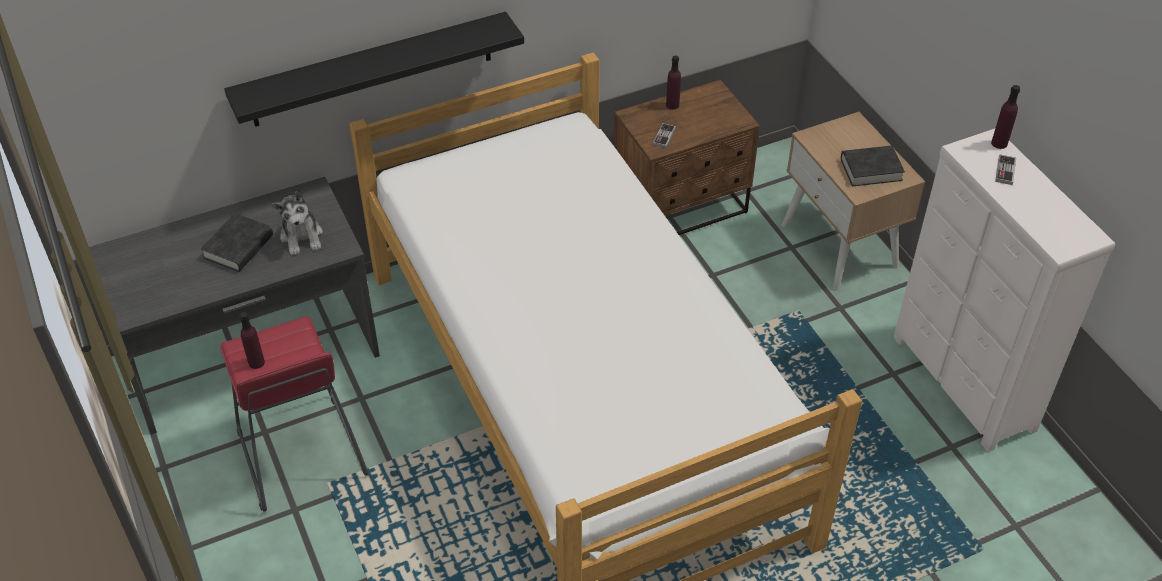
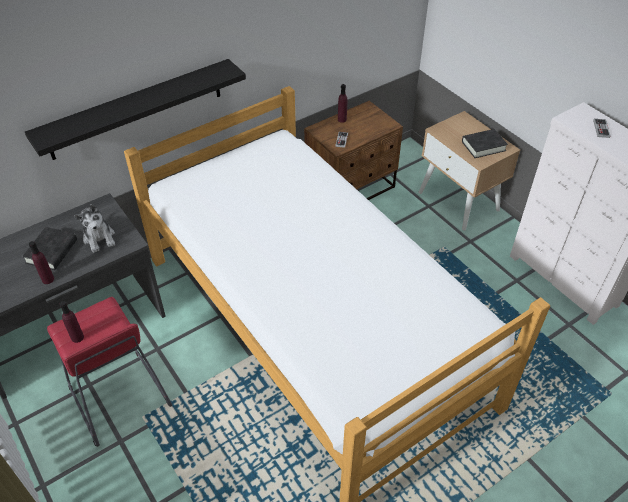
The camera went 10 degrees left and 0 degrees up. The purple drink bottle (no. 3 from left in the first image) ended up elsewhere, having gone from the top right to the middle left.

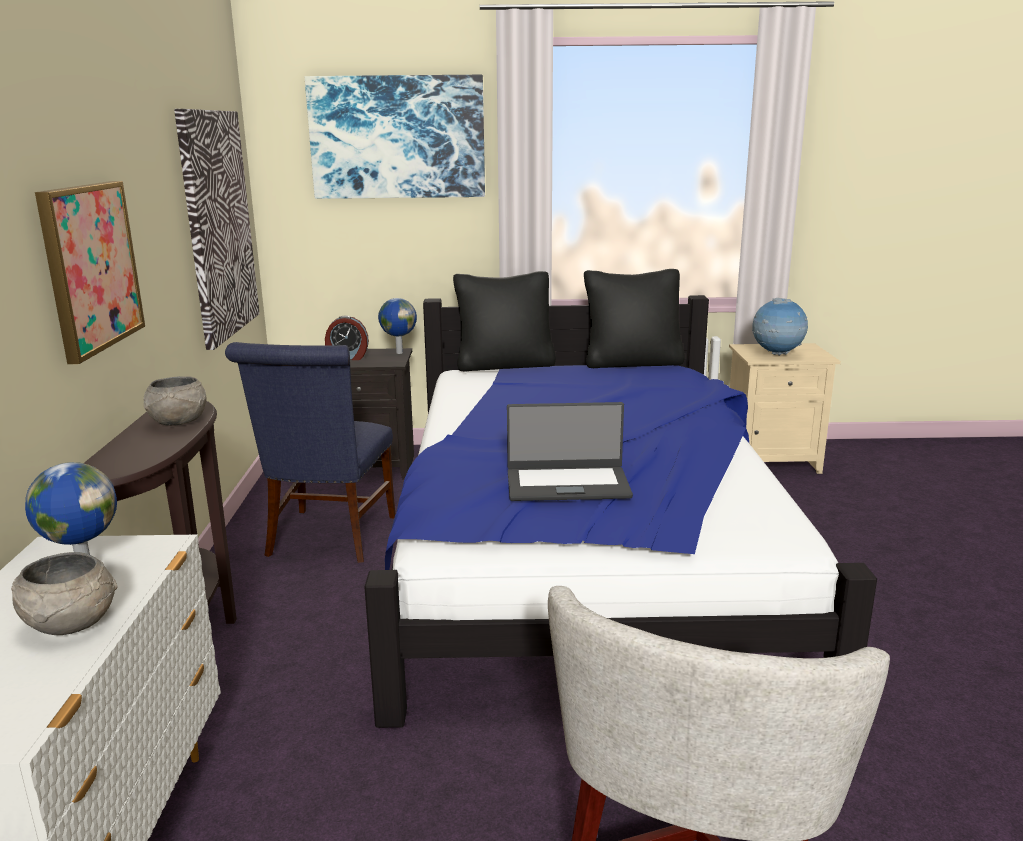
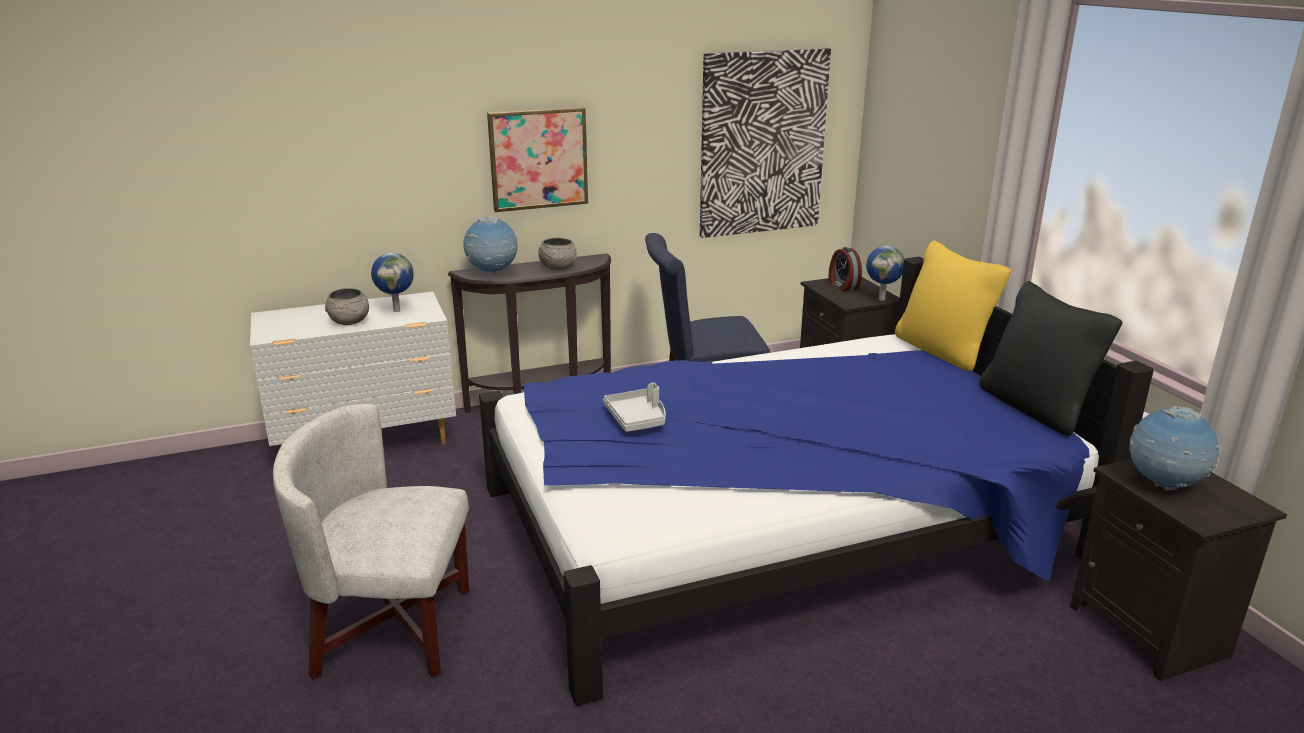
The camera went 70 degrees right and 5 degrees up. The second view lost the picture (no. 3 from left) at the top centre. What was the black-coloured throw pillow (no. 1 from left) at the centre turned into the yellowish throw pillow at the middle right. What was the beige-coloured night table at the middle right turned into the black-coloured night table (no. 2 from left) at the bottom right. Where the portable computer stood at the centre, the grey serving tray came to stand at the centre. The second view gained the desk globe (no. 2 from left) at the centre.

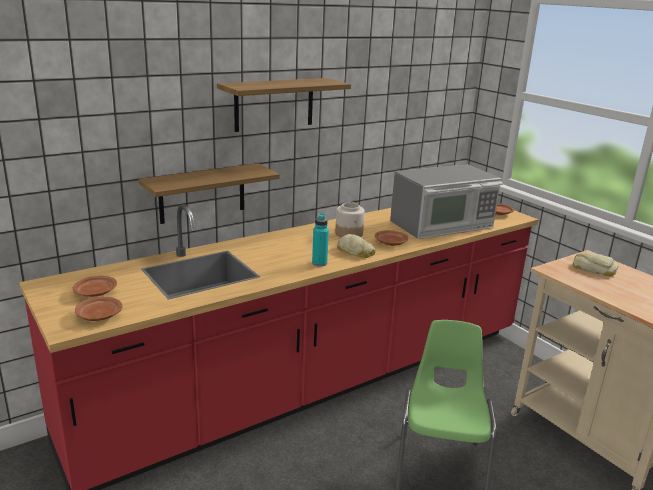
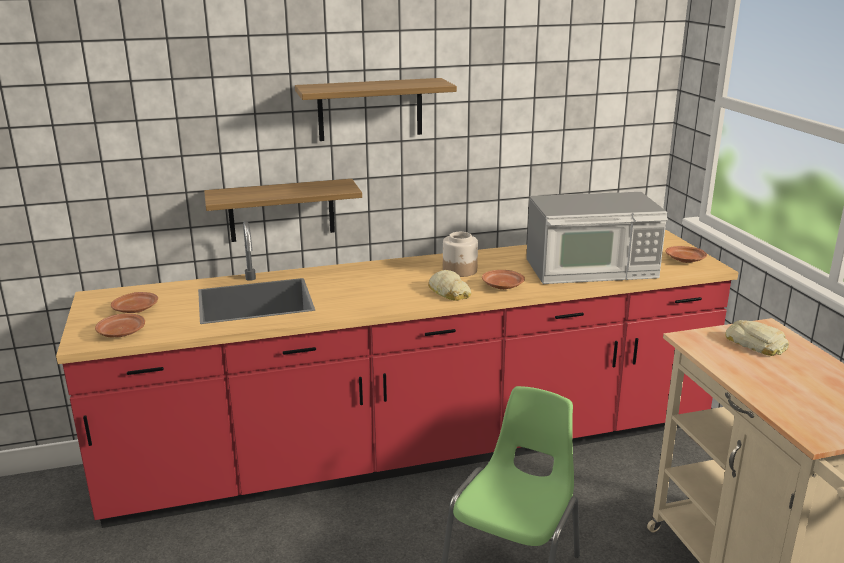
The camera went 20 degrees right and 0 degrees up. The second view lost the turquoise drink bottle at the centre.

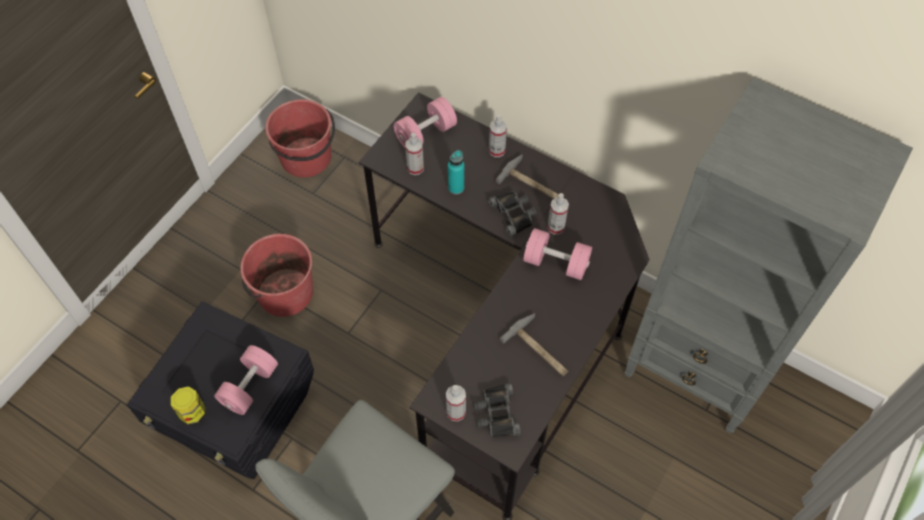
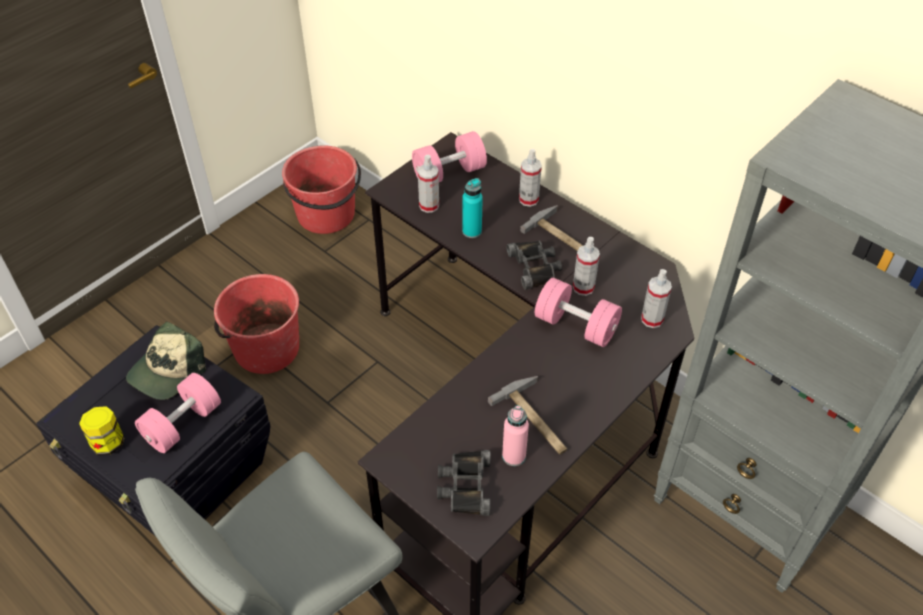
The camera went 10 degrees right and 10 degrees down. The spray bottle (no. 2 from left in the first image) ended up elsewhere, having gone from the bottom centre to the middle right. The second view gained the baseball cap at the middle left. The second view gained the pinkish drink bottle at the bottom centre.

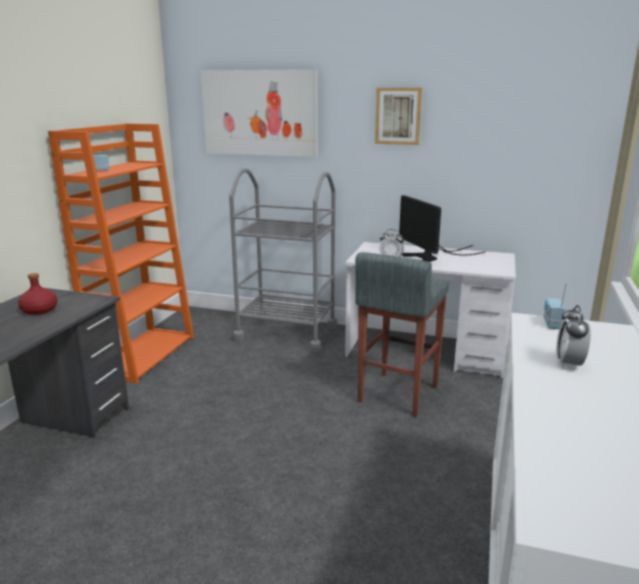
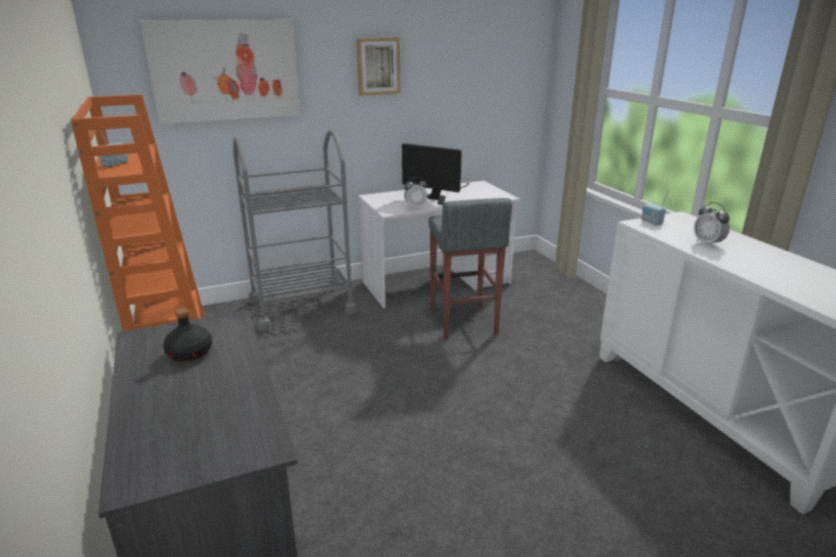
The camera went 40 degrees left and 5 degrees up. What was the red-coloured drink bottle at the middle left turned into the black-coloured drink bottle at the middle left.

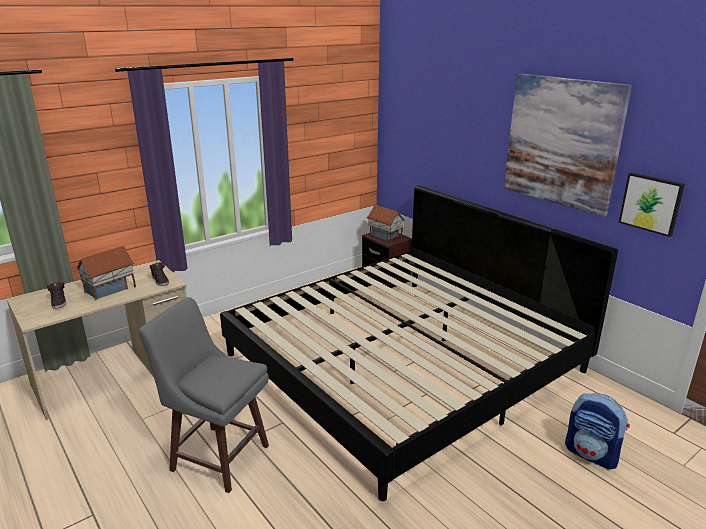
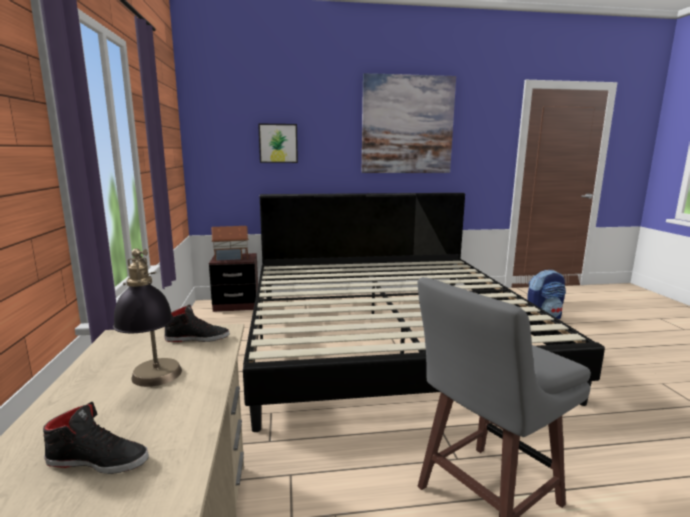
The camera went 60 degrees left and 10 degrees down. The picture (no. 2 from left in the first image) ended up elsewhere, having gone from the middle right to the top centre. Where the model house (no. 1 from left) stood at the middle left, the lamp for a table came to stand at the middle left.

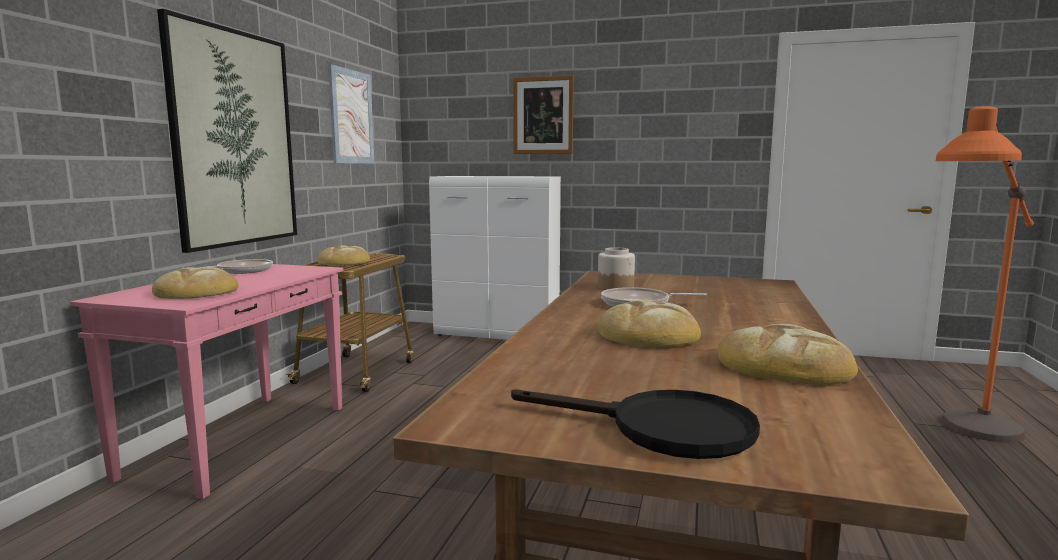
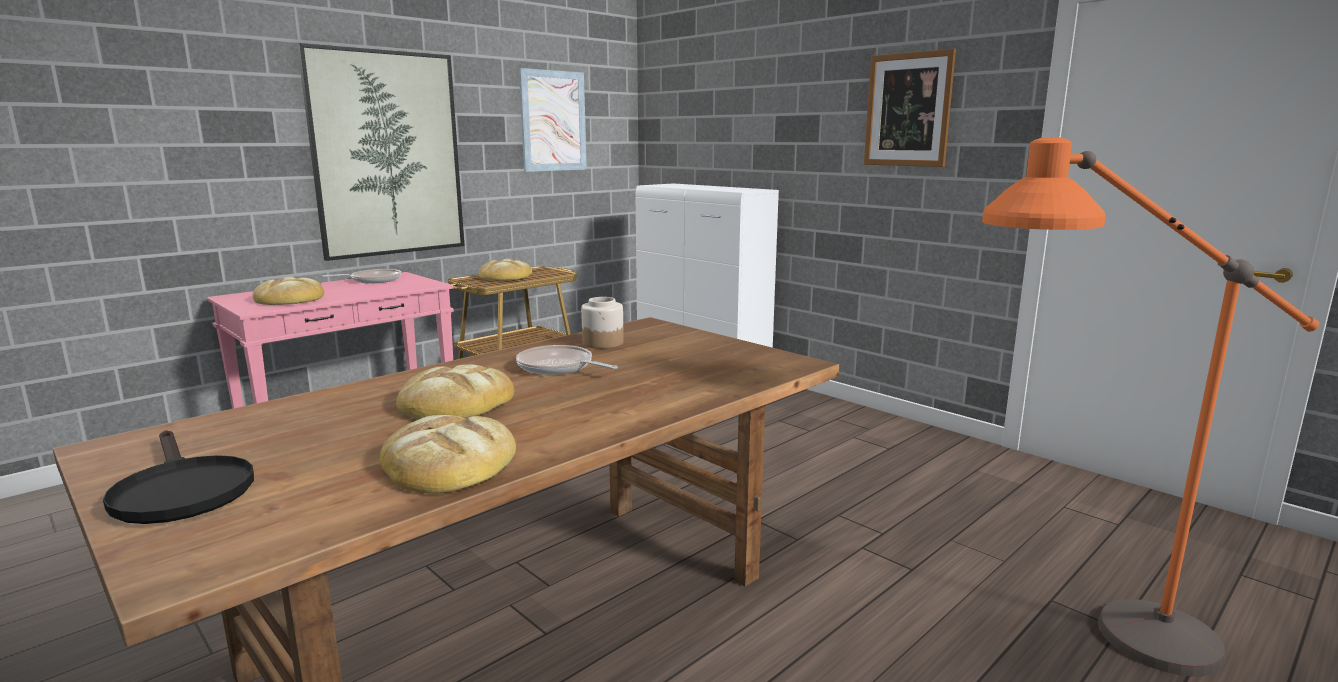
The camera went 30 degrees right and 5 degrees up. The picture (no. 3 from left) ended up elsewhere, having gone from the top centre to the top right.

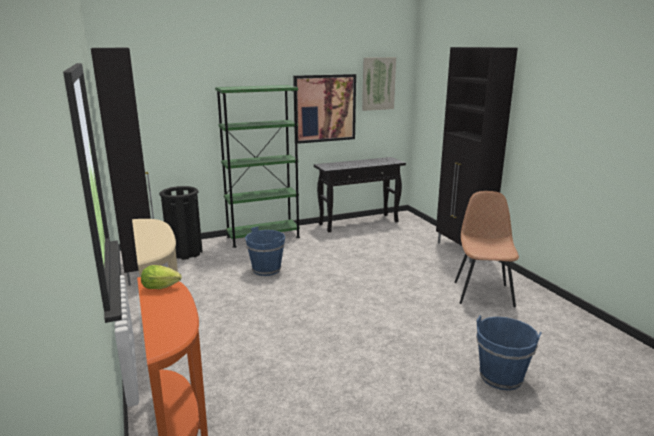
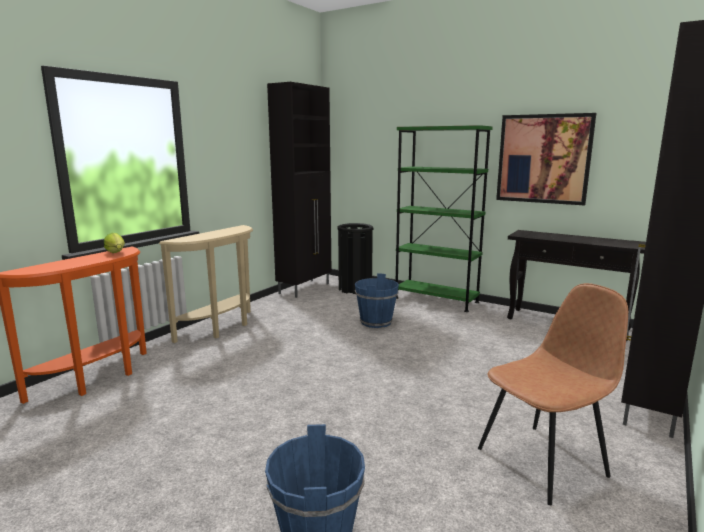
The camera went 55 degrees right and 5 degrees down. The second view lost the picture (no. 2 from left) at the top centre.

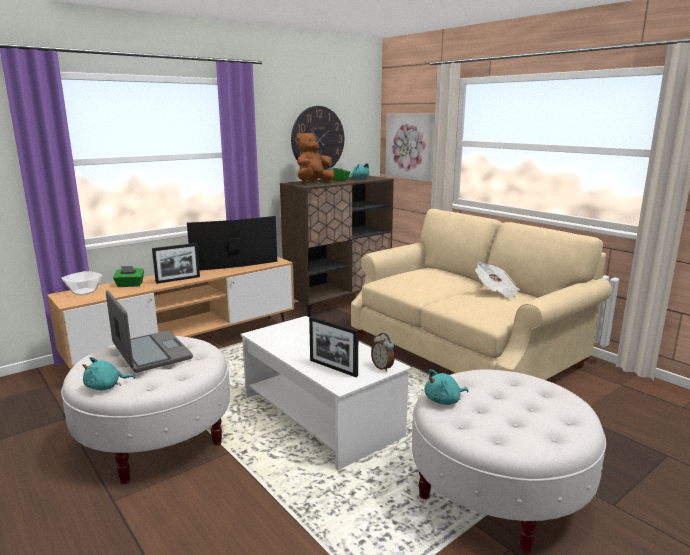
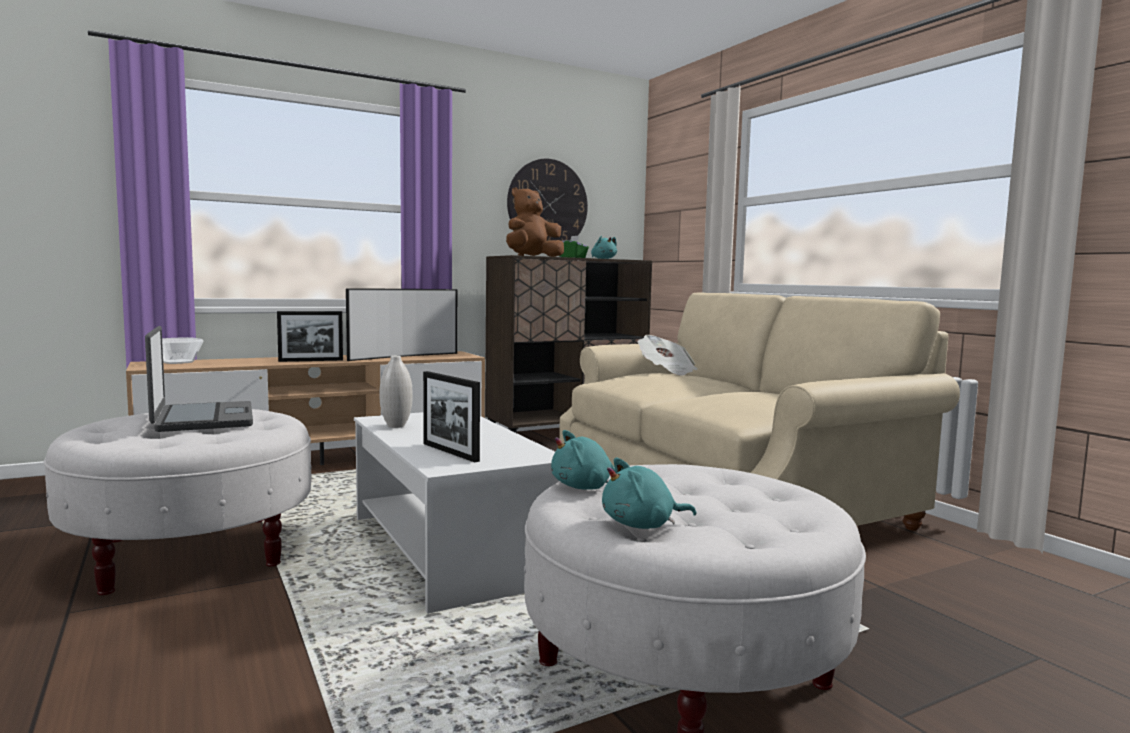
The camera went 10 degrees right and 10 degrees down. The second view lost the picture at the top centre. The TV set at the centre ended up facing another way, 150 degrees clockwise from before. The daily paper ended up elsewhere, having gone from the middle right to the centre. The second view lost the green-coloured tissue holder (no. 1 from left) at the middle left. The second view lost the alarm clock at the centre. The turquoise cuddly toy (no. 1 from left in the first image) ended up elsewhere, having gone from the bottom left to the bottom centre. The second view gained the white-coloured vase at the centre.

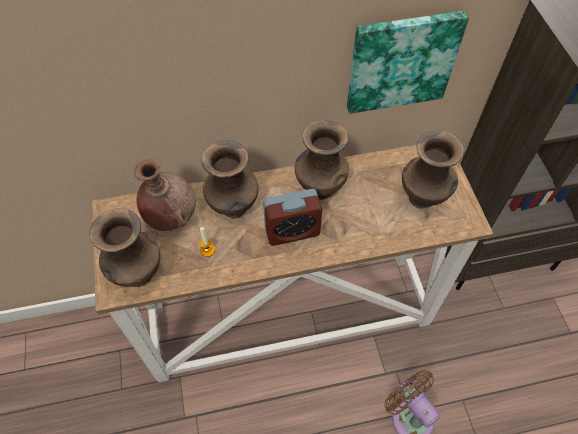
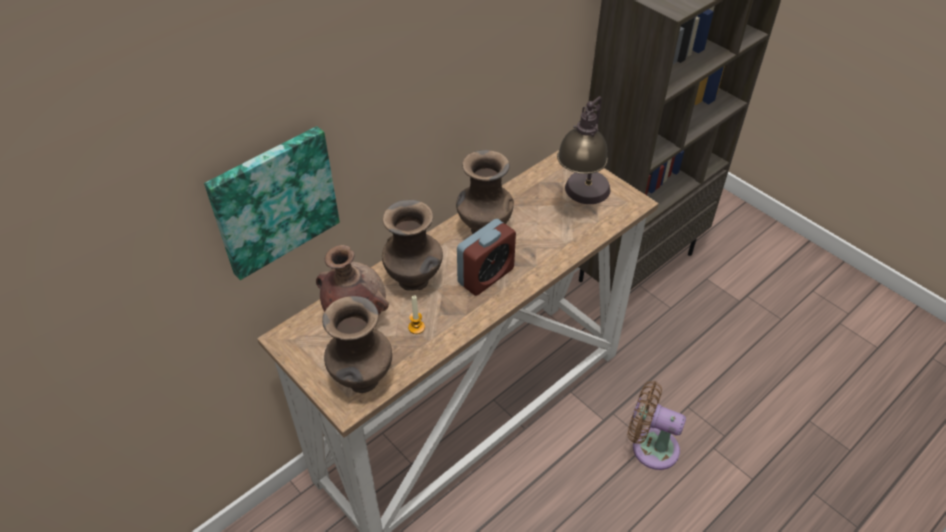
The camera went 30 degrees left and 10 degrees down. The picture ended up elsewhere, having gone from the top right to the middle left. Where the brown-coloured vase (no. 5 from left) stood at the middle right, the lamp for a table came to stand at the top centre.

